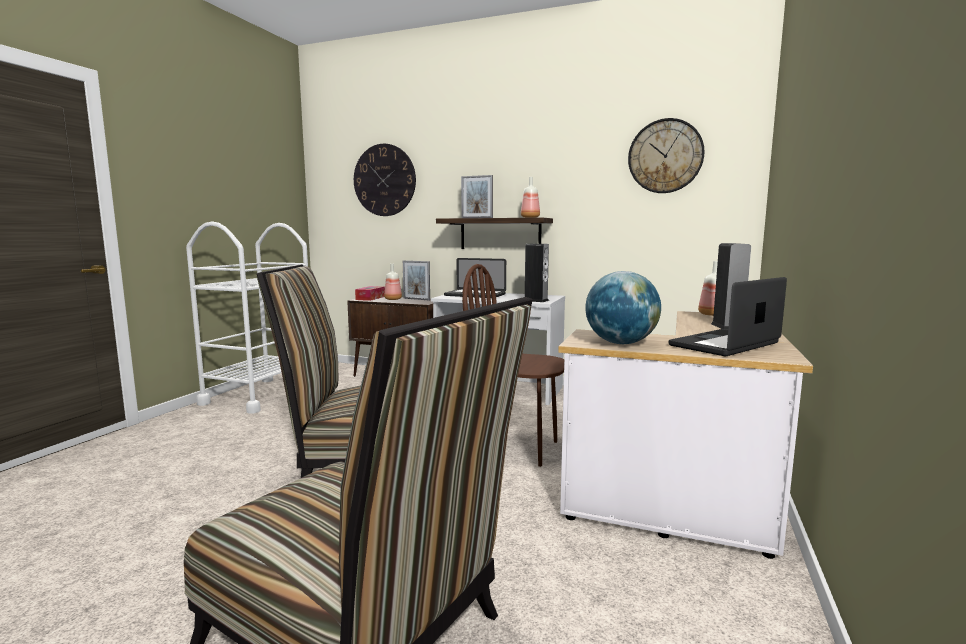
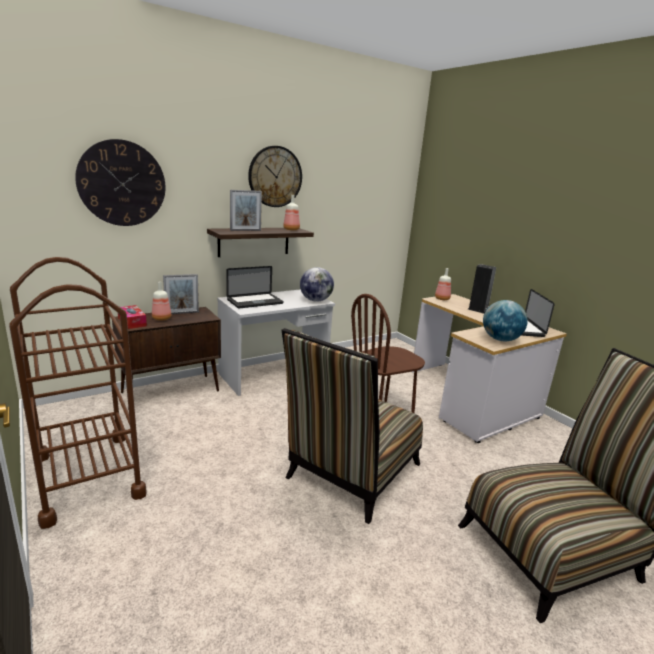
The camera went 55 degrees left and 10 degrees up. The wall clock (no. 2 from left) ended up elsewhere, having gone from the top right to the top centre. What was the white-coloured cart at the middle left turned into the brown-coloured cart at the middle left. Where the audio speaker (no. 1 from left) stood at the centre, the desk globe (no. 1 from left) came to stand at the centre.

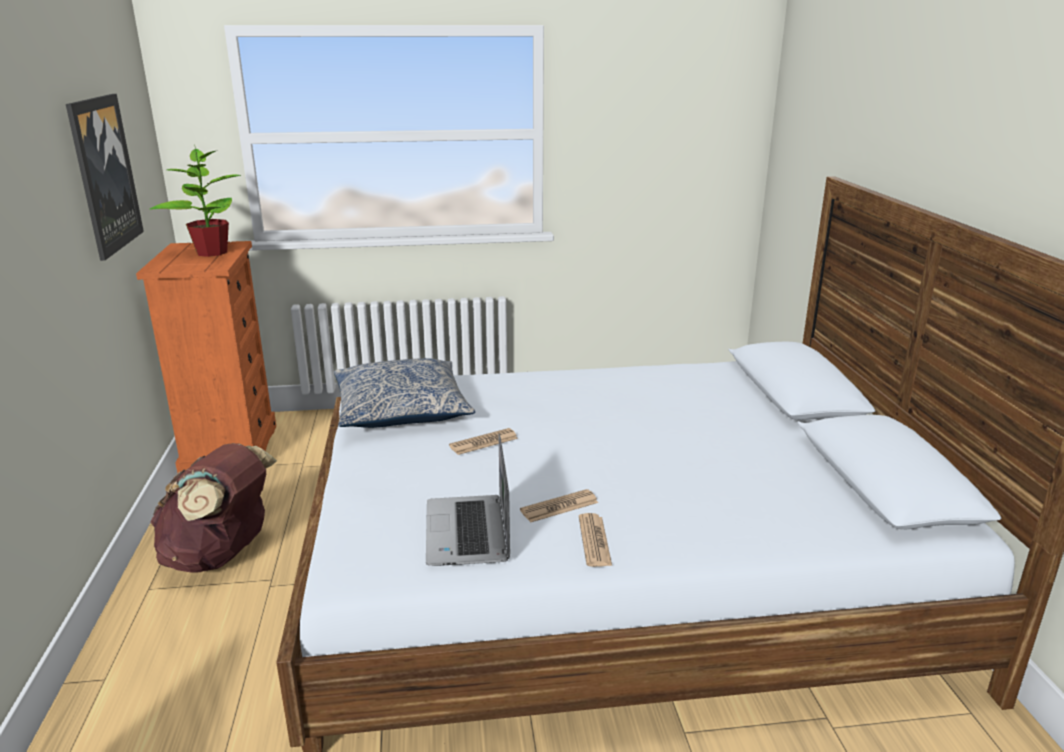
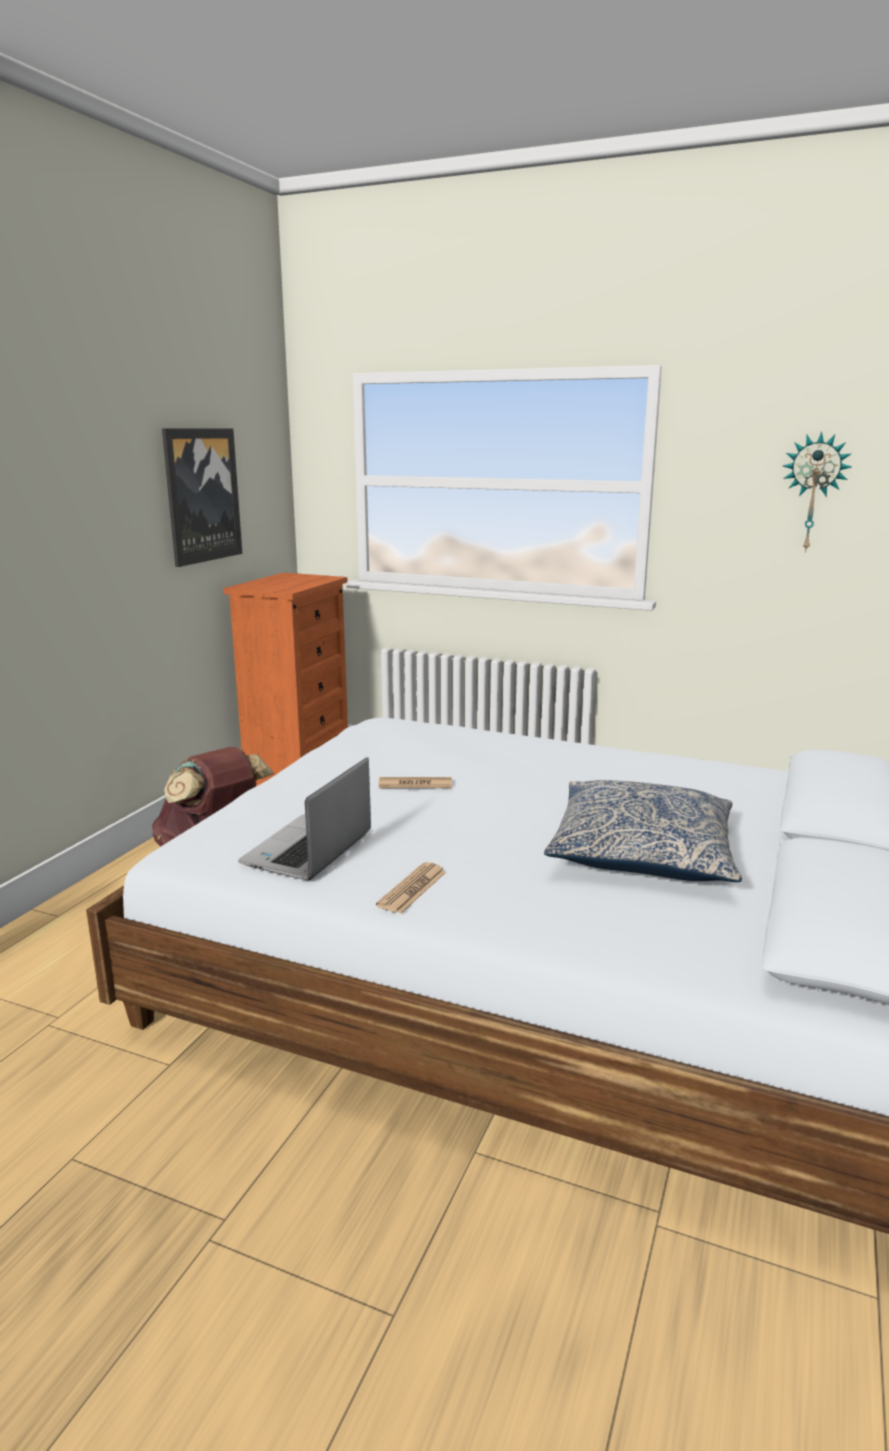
The camera went 30 degrees right and 5 degrees down. The second view lost the houseplant at the top left. The throw pillow ended up elsewhere, having gone from the centre to the middle right. The second view lost the daily paper (no. 2 from left) at the bottom centre. The second view gained the wall clock at the middle right.

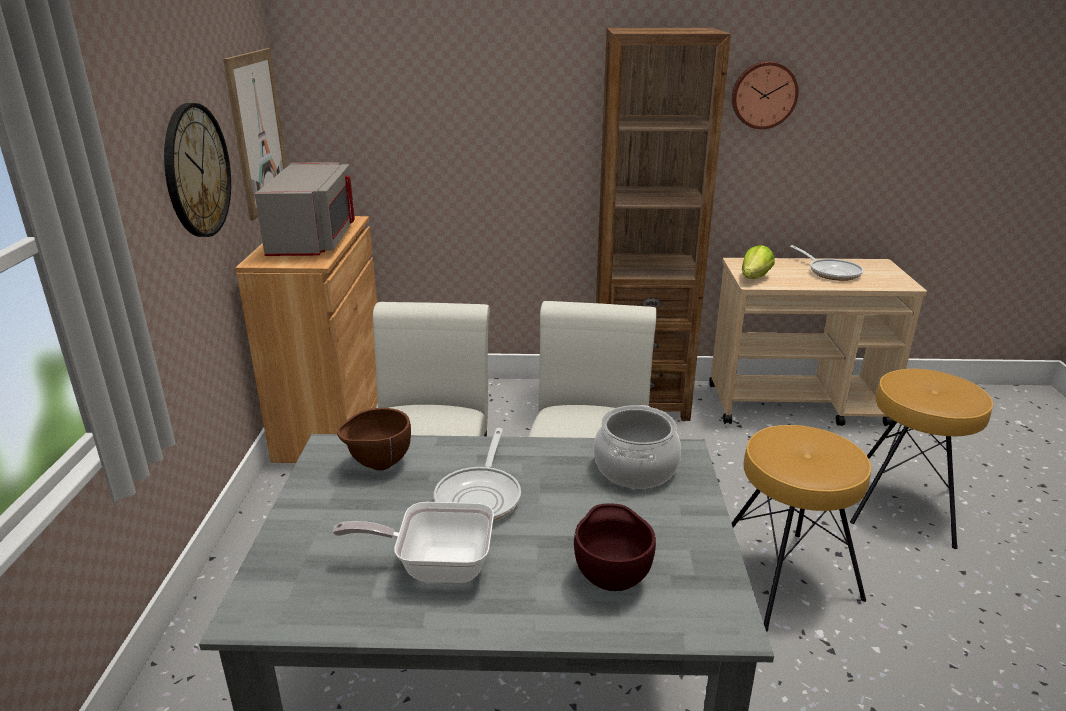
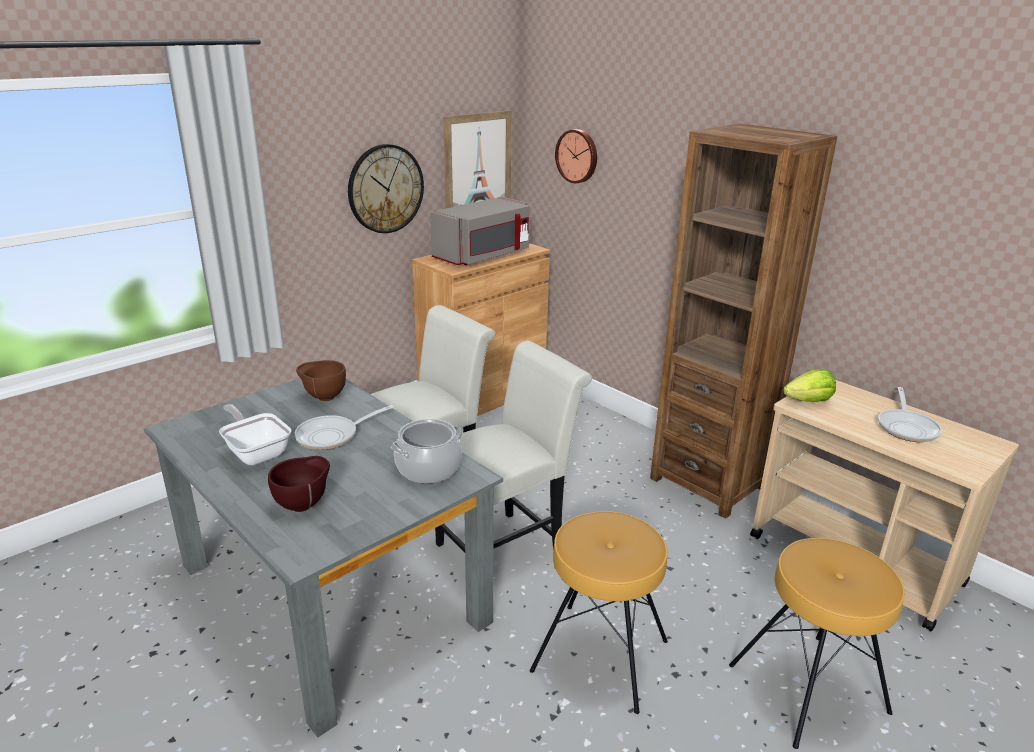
The camera went 45 degrees right and 0 degrees up. The wall clock (no. 2 from left) ended up elsewhere, having gone from the top right to the top centre.

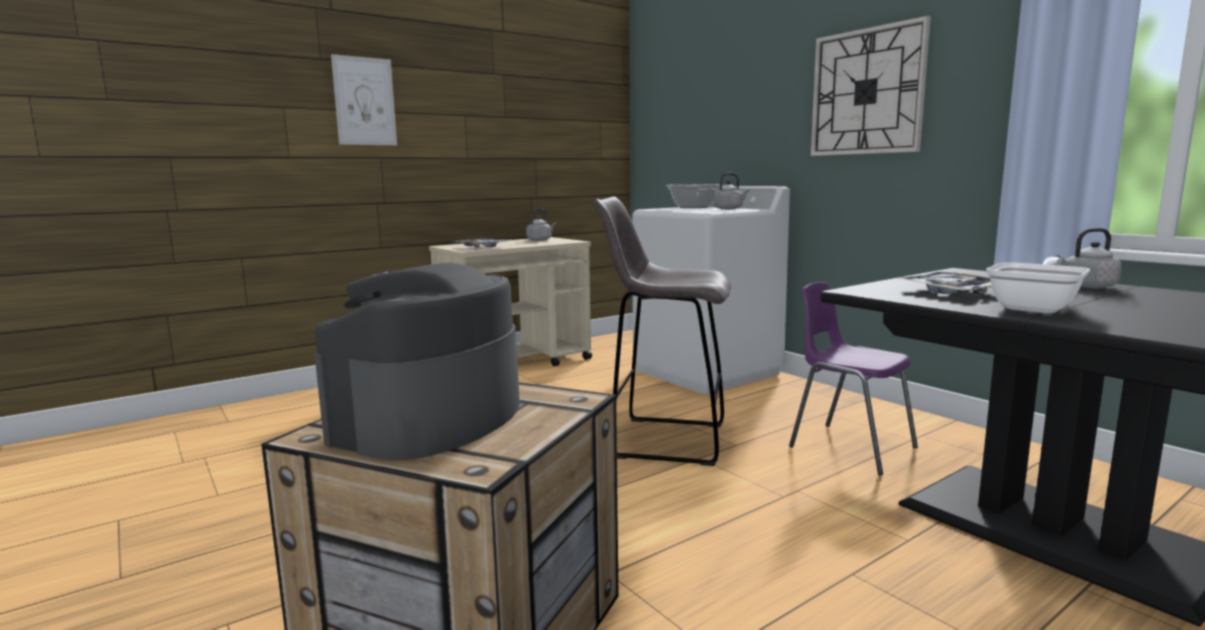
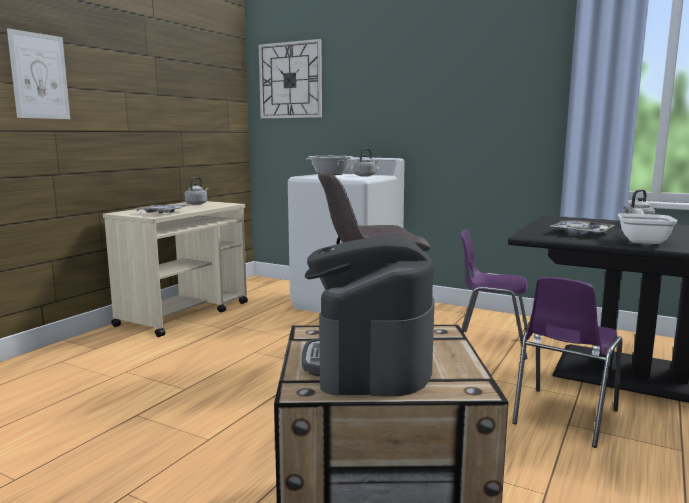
The camera went 25 degrees left and 0 degrees up. The wall clock ended up elsewhere, having gone from the top right to the top centre. The second view gained the purple chair (no. 2 from left) at the bottom right.

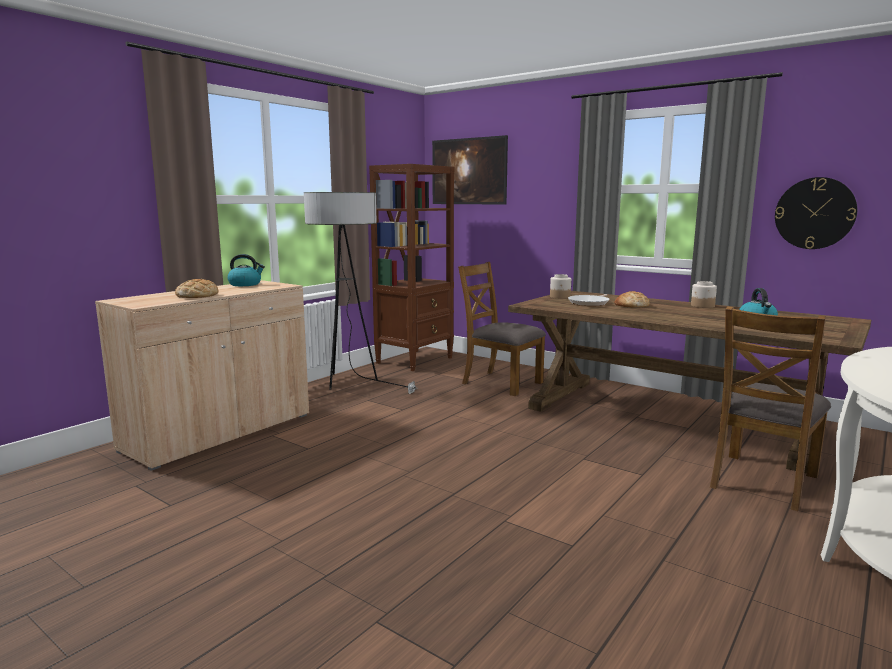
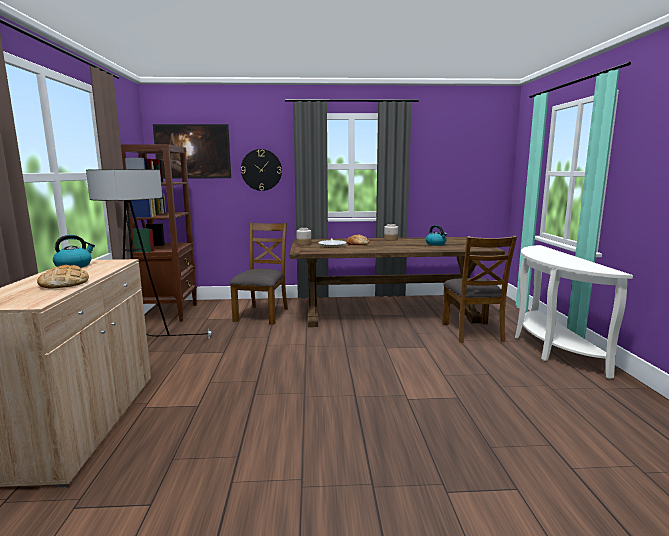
The camera went 40 degrees left and 0 degrees up. The wall clock ended up elsewhere, having gone from the top right to the top centre. The brown-coloured chair (no. 1 from left) at the centre ended up facing another way, 105 degrees clockwise from before.

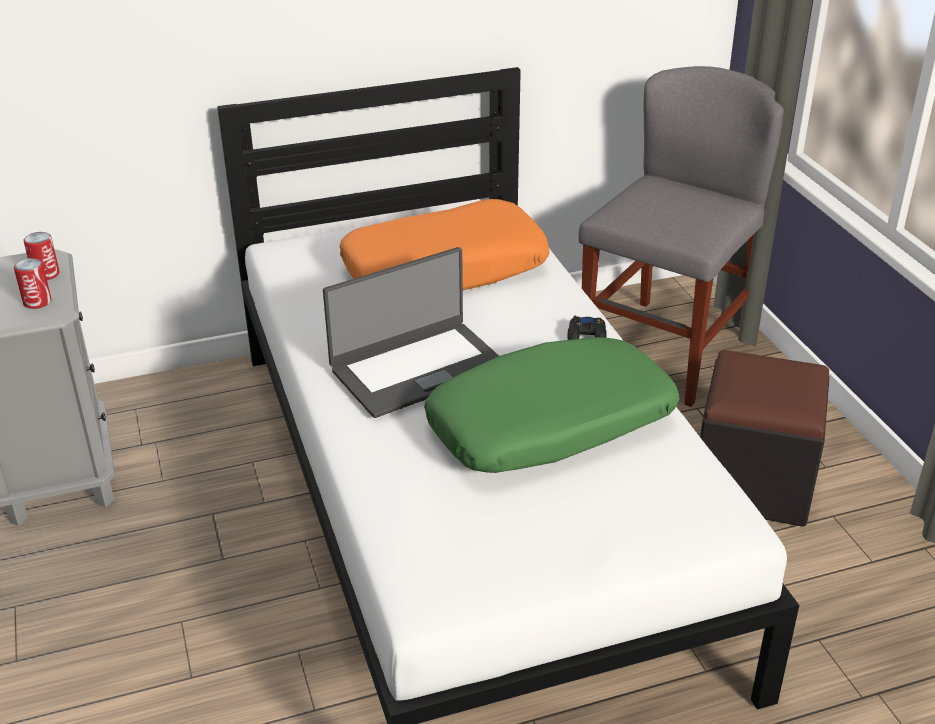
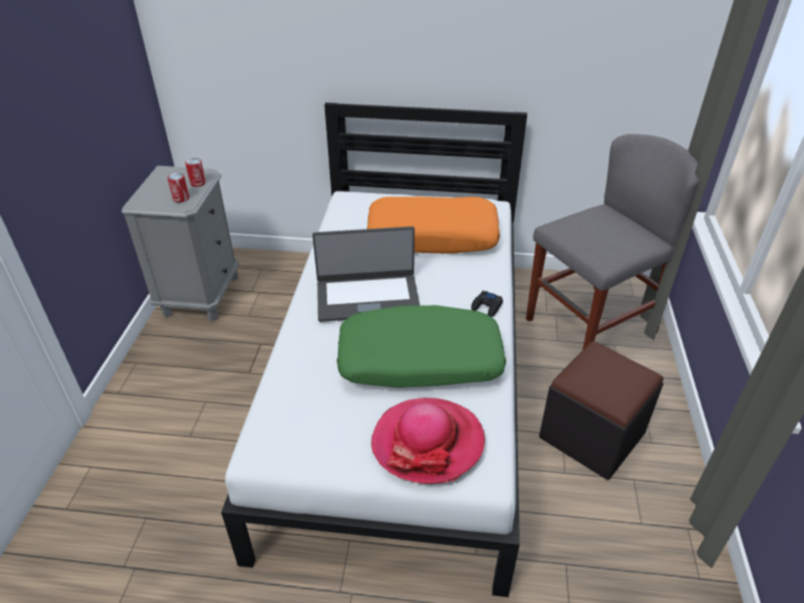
The camera went 25 degrees right and 5 degrees up. The second view gained the clothing hat at the bottom centre.

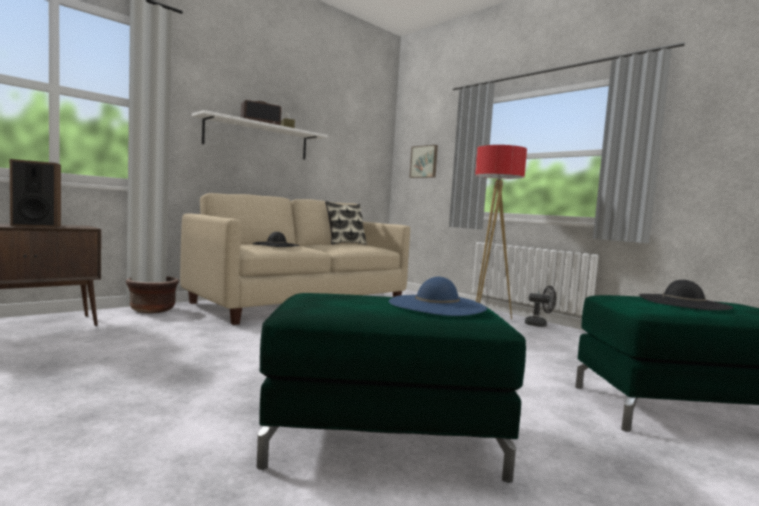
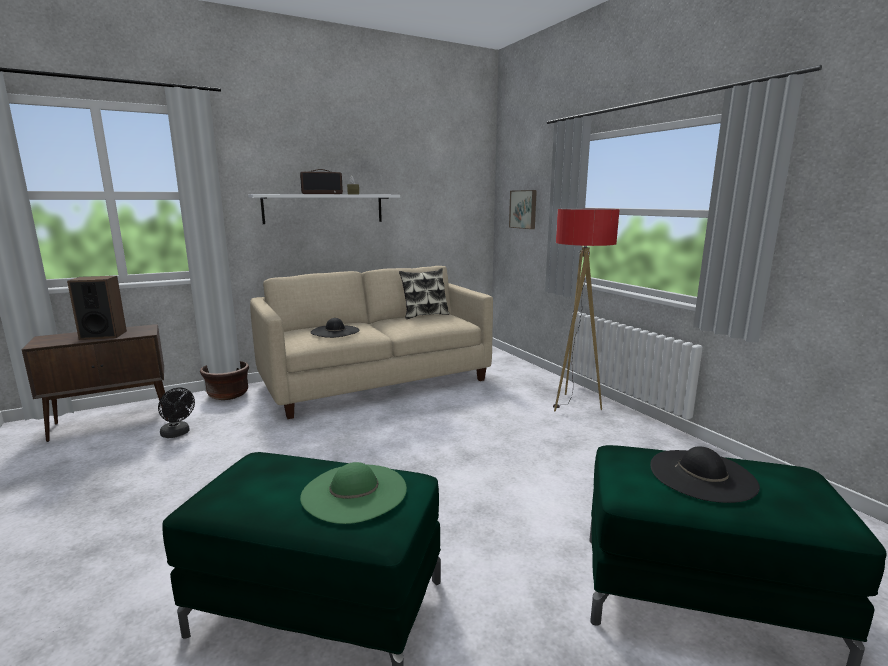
The camera went 15 degrees right and 10 degrees up. What was the blue-coloured clothing hat at the centre turned into the green-coloured clothing hat at the bottom centre. The black-coloured electric fan ended up elsewhere, having gone from the middle right to the middle left.

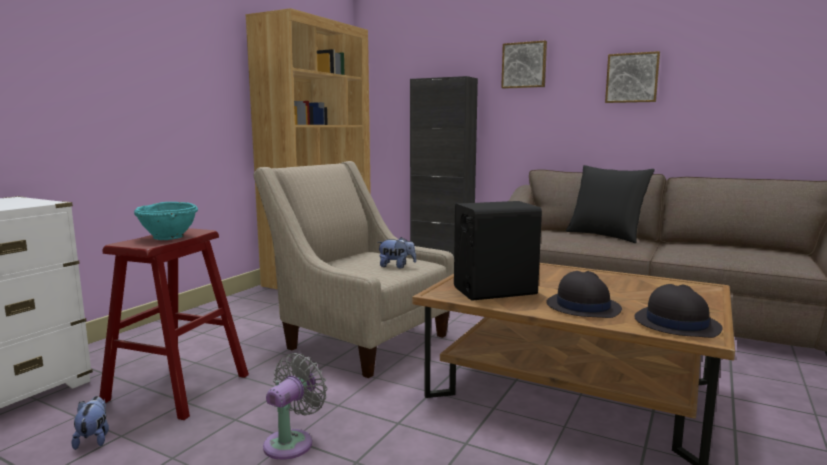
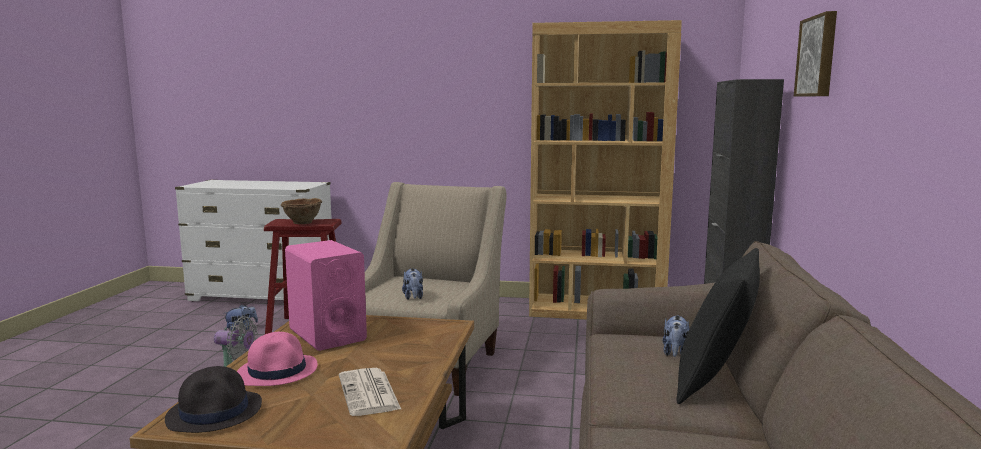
The camera went 70 degrees right and 0 degrees up. The second view lost the picture (no. 2 from left) at the top right. What was the black-coloured audio speaker at the centre turned into the pinkish audio speaker at the middle left. What was the turquoise bowl at the middle left turned into the brown-coloured bowl at the middle left. What was the black-coloured clothing hat (no. 1 from left) at the middle right turned into the pinkish clothing hat at the bottom left. The second view gained the cuddly toy (no. 3 from left) at the bottom right. The second view gained the daily paper at the bottom centre.

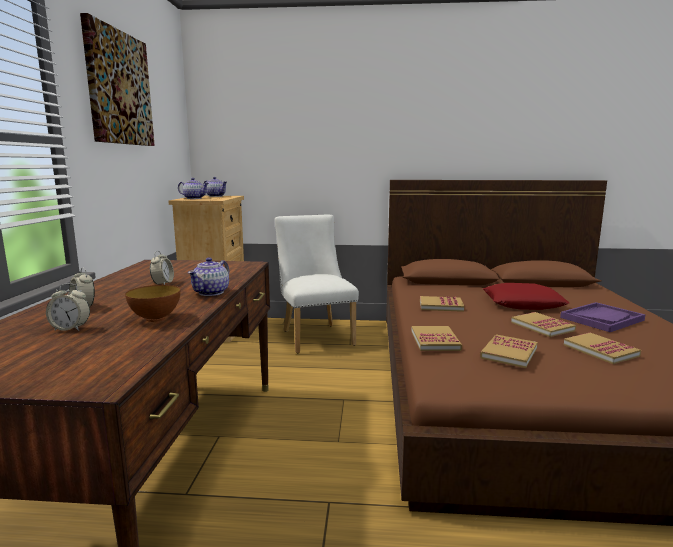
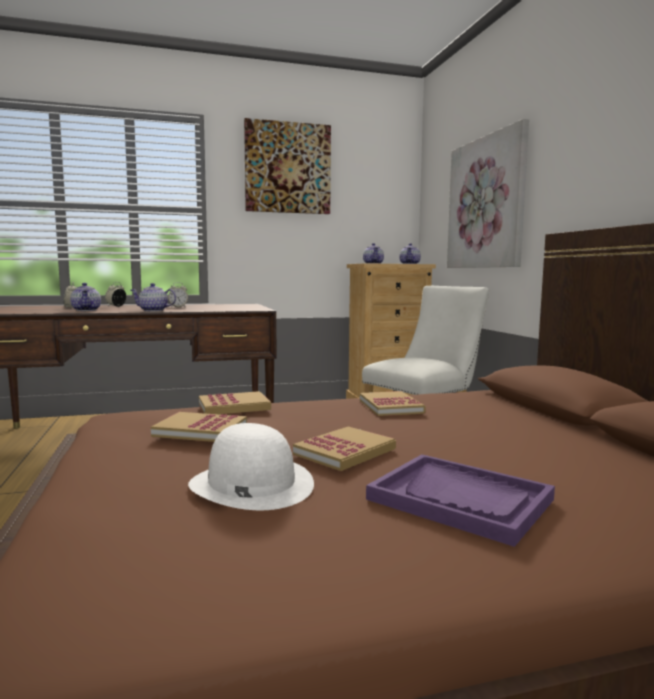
The camera went 70 degrees right and 5 degrees down. The second view lost the red-coloured throw pillow at the middle right. Where the bowl stood at the middle left, the pot for tea (no. 1 from left) came to stand at the middle left. Where the bound book (no. 5 from left) stood at the middle right, the white-coloured clothing hat came to stand at the bottom centre. The second view gained the picture (no. 2 from left) at the top right.

